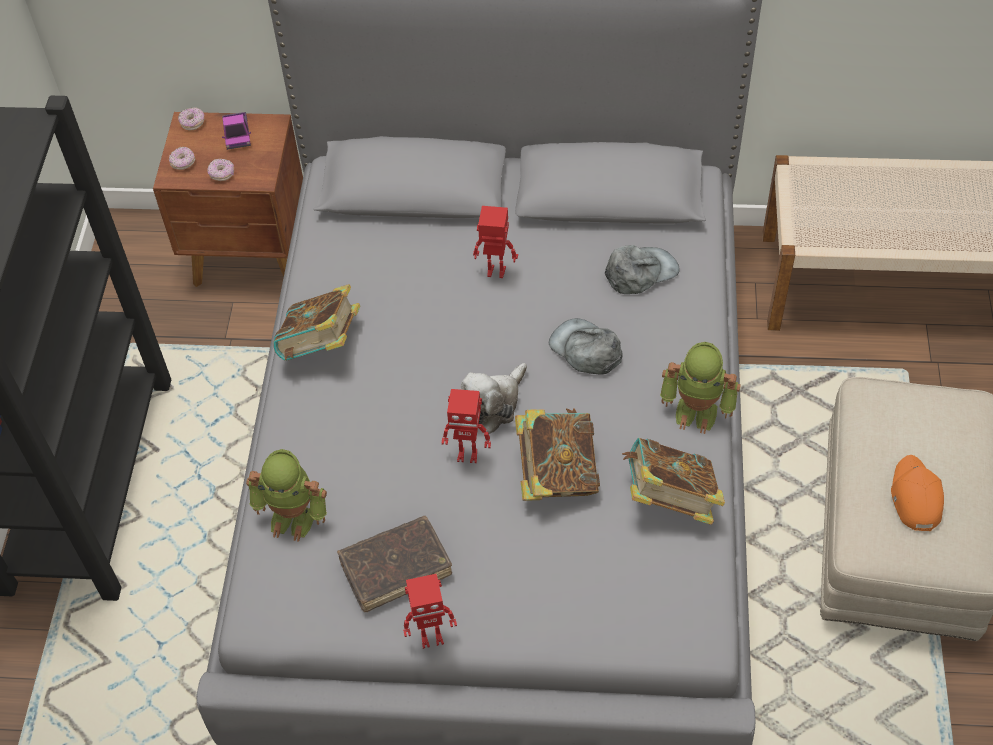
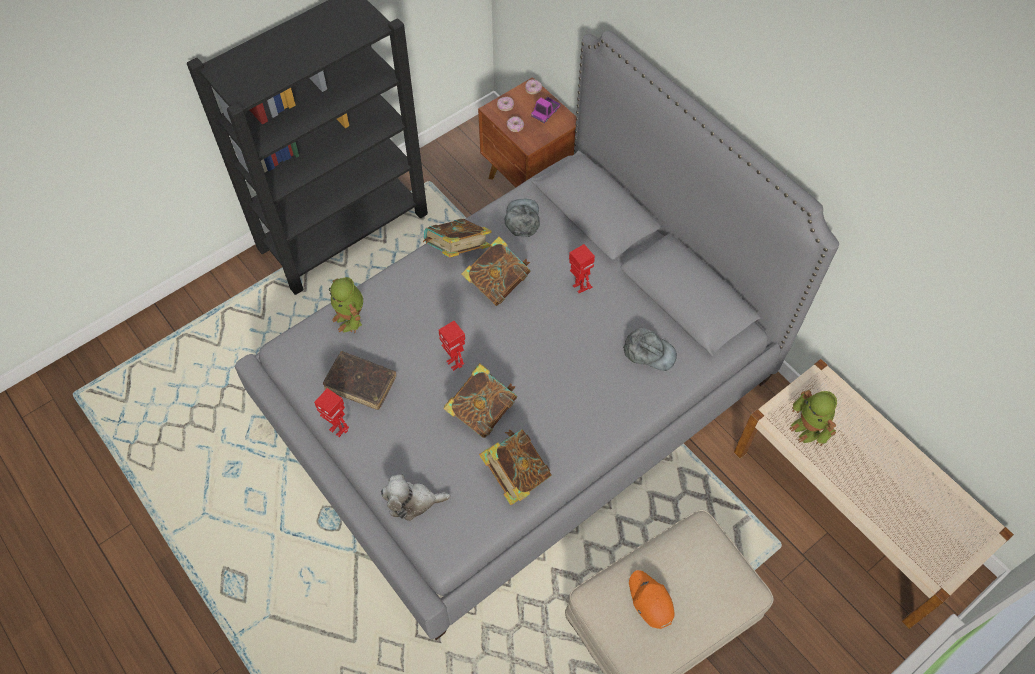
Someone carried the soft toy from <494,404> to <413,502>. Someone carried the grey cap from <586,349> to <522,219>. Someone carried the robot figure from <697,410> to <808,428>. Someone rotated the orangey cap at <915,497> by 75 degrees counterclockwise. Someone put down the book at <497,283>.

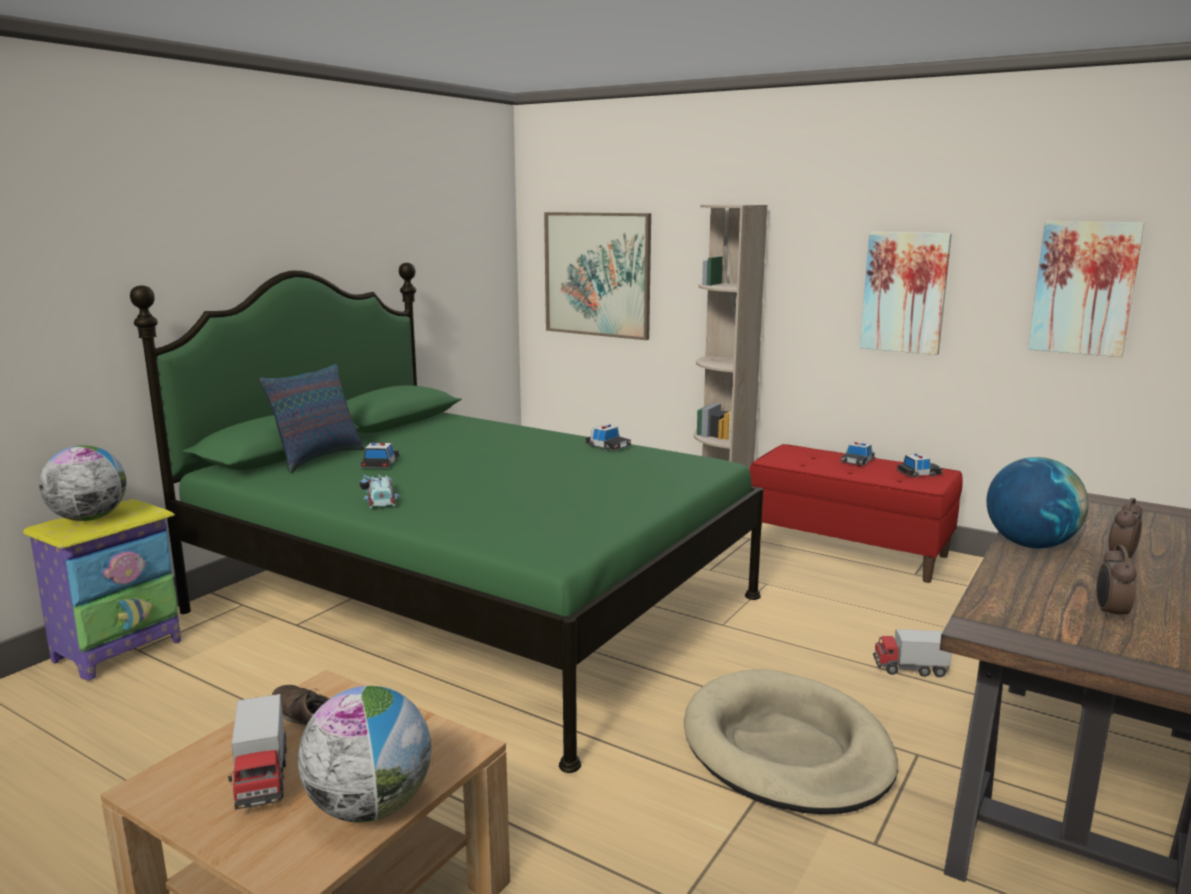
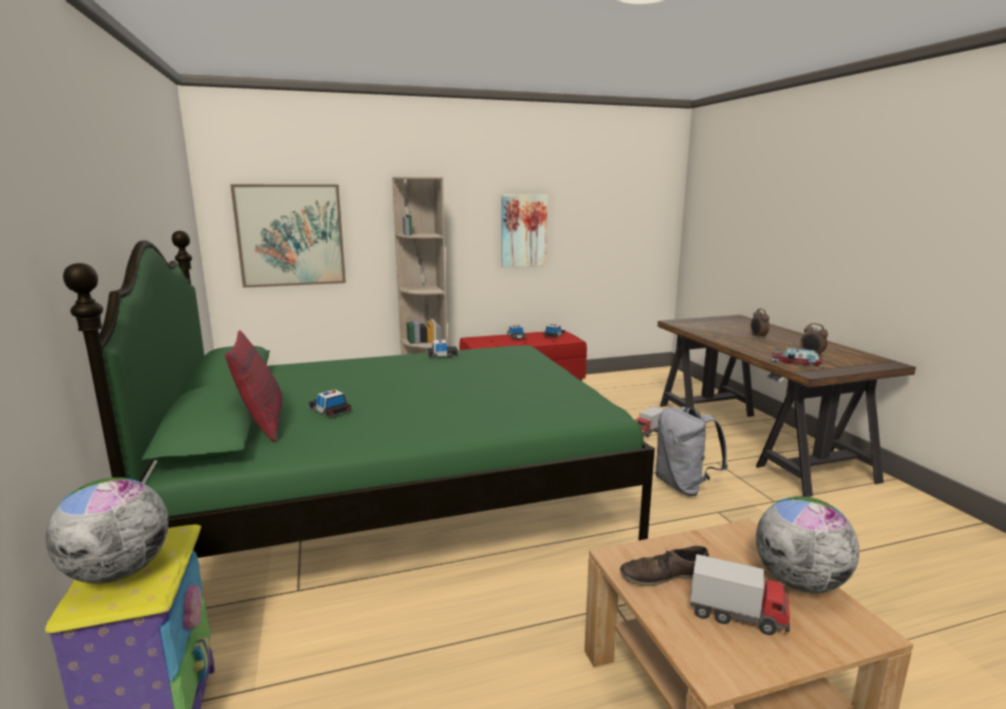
Someone repainted the blue-coloured throw pillow at <318,459>, which became the red throw pillow at <263,425>. Someone carried the model car from <379,498> to <796,363>. Someone swapped the beige pet bed at <786,748> for the grey knapsack at <684,486>. Someone took away the desk globe at <1029,544>. Someone took away the wall art at <1084,288>.

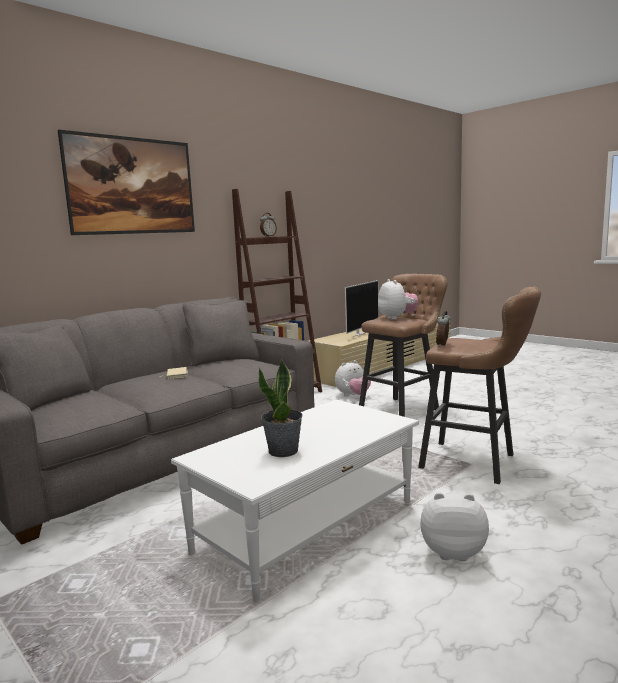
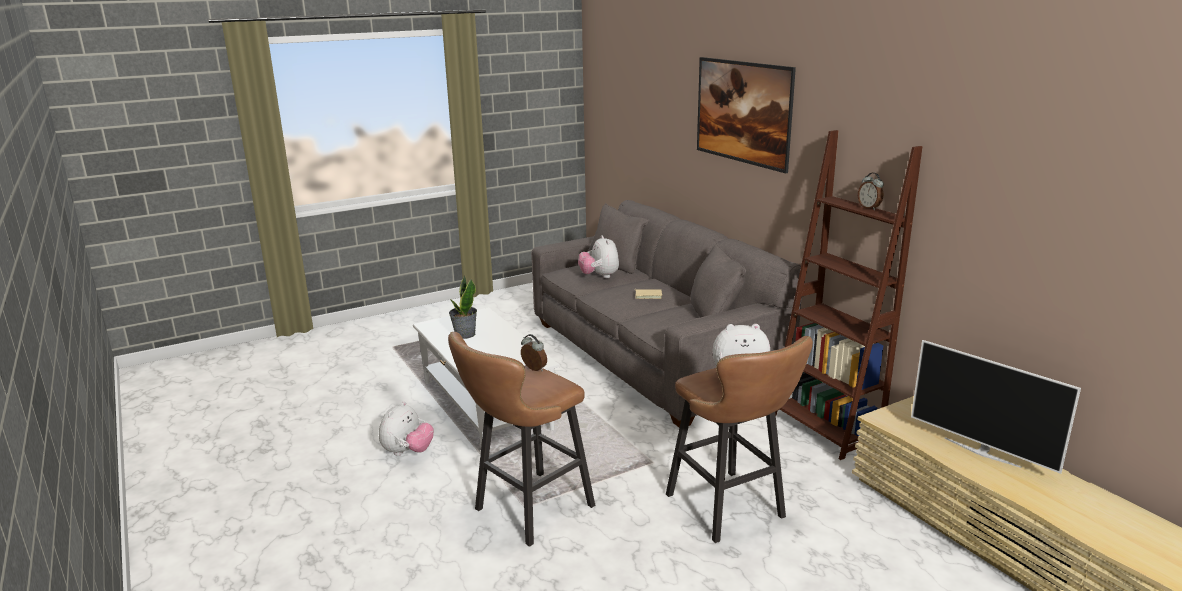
Someone carried the soft toy from <353,395> to <599,276>.

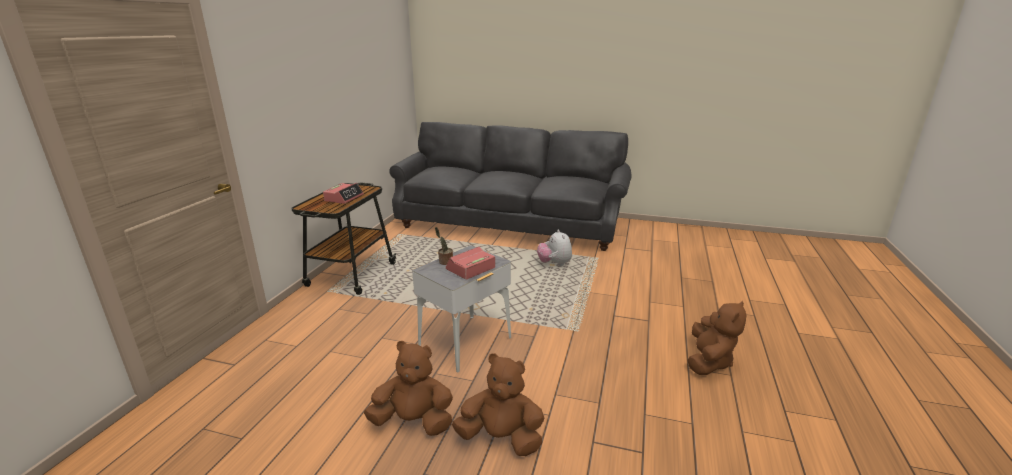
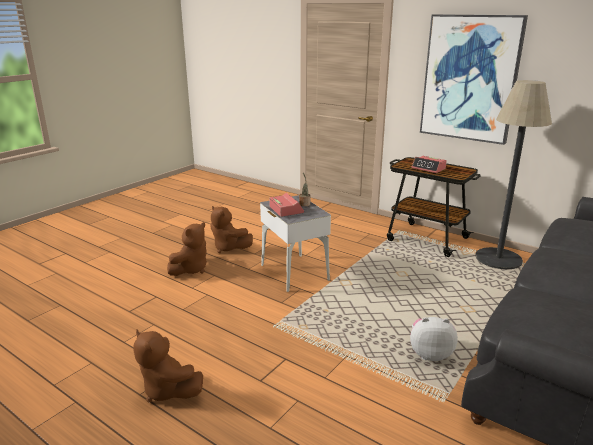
Someone rotated the brownish soft toy at <414,422> by 105 degrees clockwise. Someone put up the wall art at <470,78>. Someone put down the floor lamp at <498,259>.

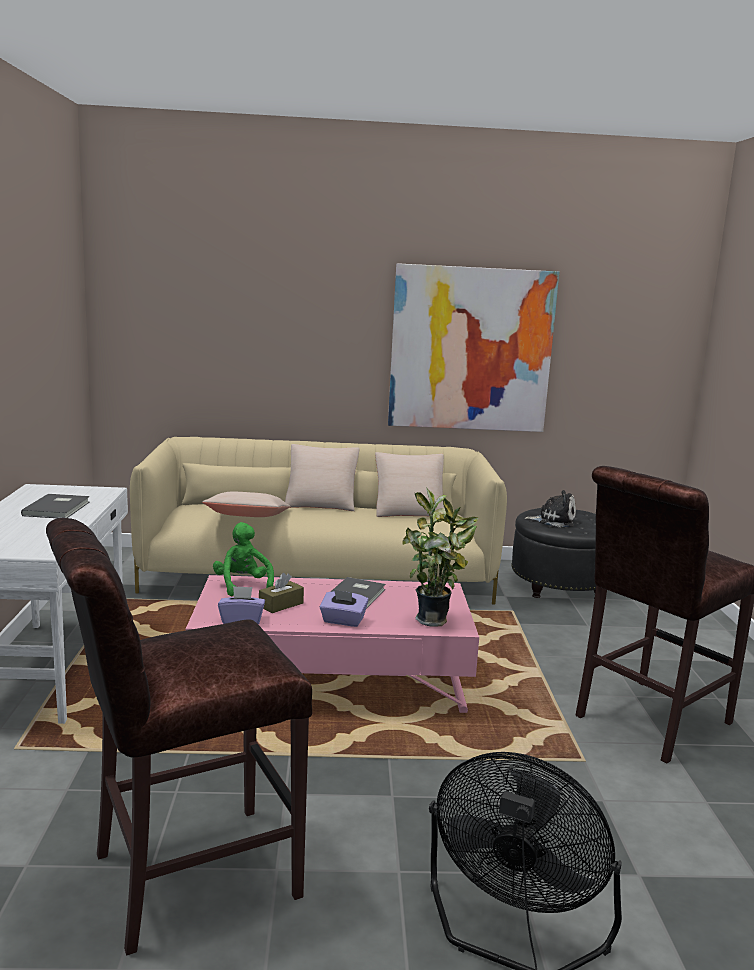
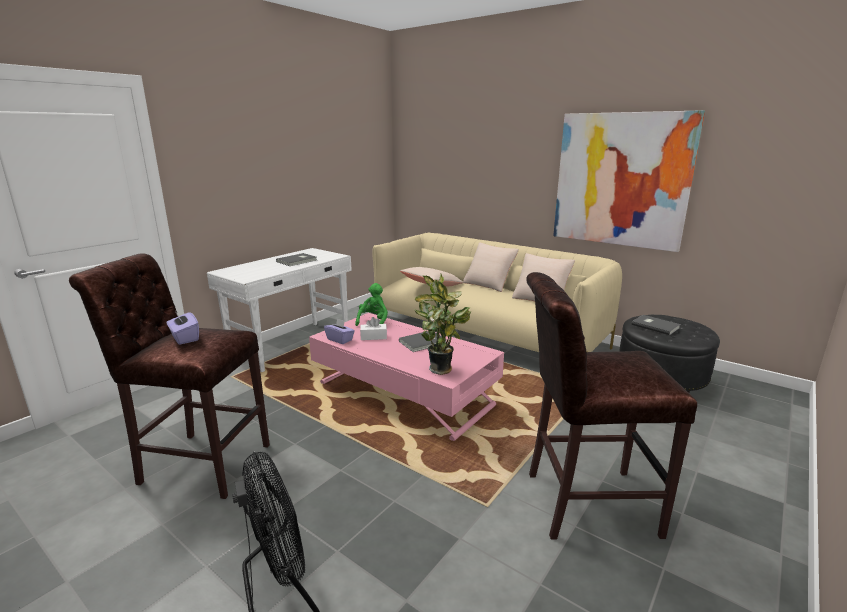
Someone repainted the brownish tissue box at <281,605>, which became the white-coloured tissue box at <373,337>. Someone carried the purple-coloured tissue box from <343,621> to <184,338>. Someone swapped the soft toy at <553,520> for the grey book at <655,326>.

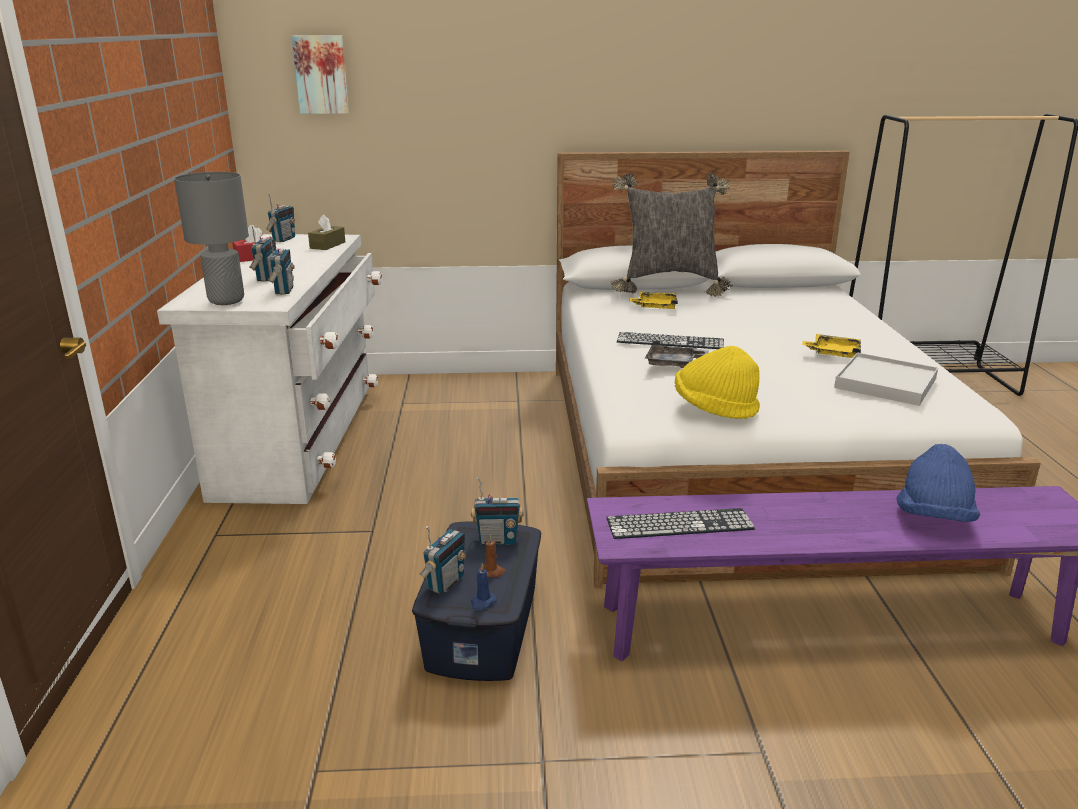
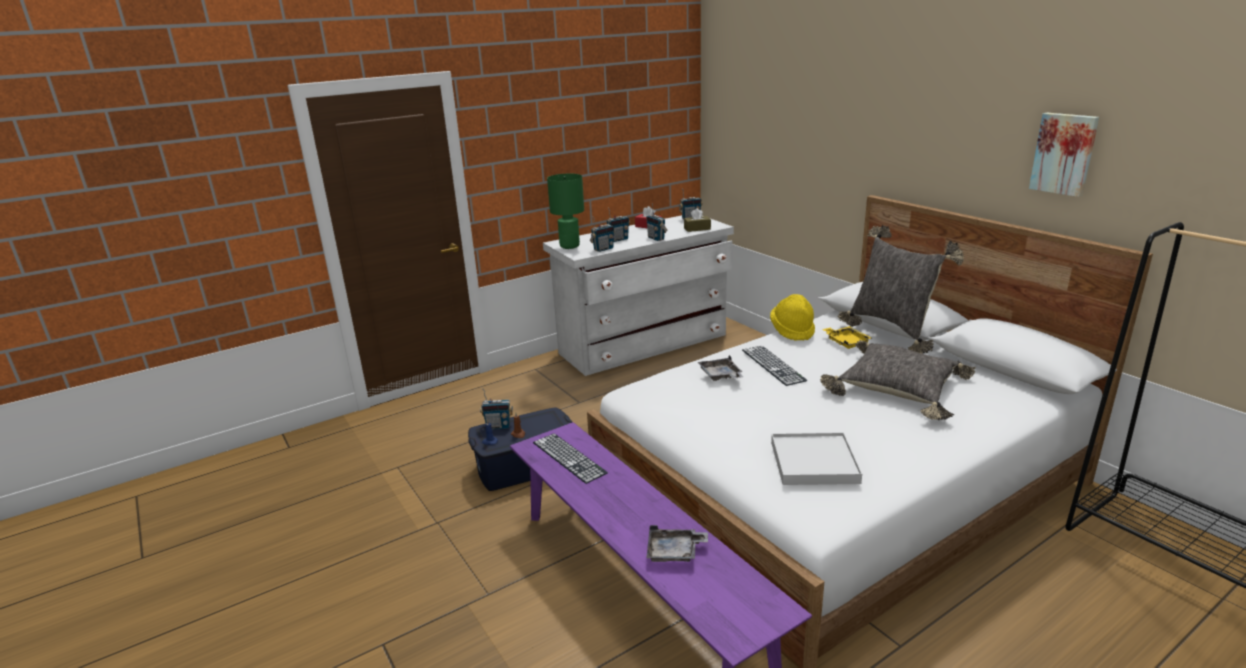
Someone repainted the grey lamp for a table at <226,302>, which became the green-coloured lamp for a table at <570,247>. Someone carried the wall art from <321,75> to <1064,153>. Someone carried the radio set from <497,540> to <656,238>. Someone carried the yellow-coloured clothing hat from <714,408> to <792,331>. Someone took away the yellow-coloured carrying tray at <833,353>. Someone swapped the blue-coloured clothing hat at <933,517> for the grey carrying tray at <674,552>. Someone put down the throw pillow at <898,386>.

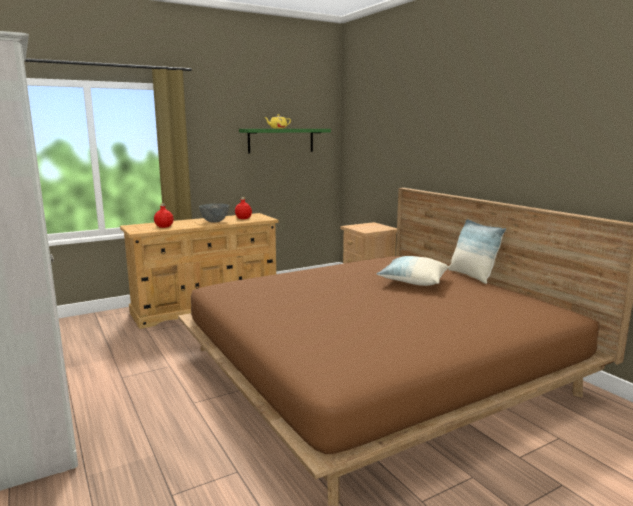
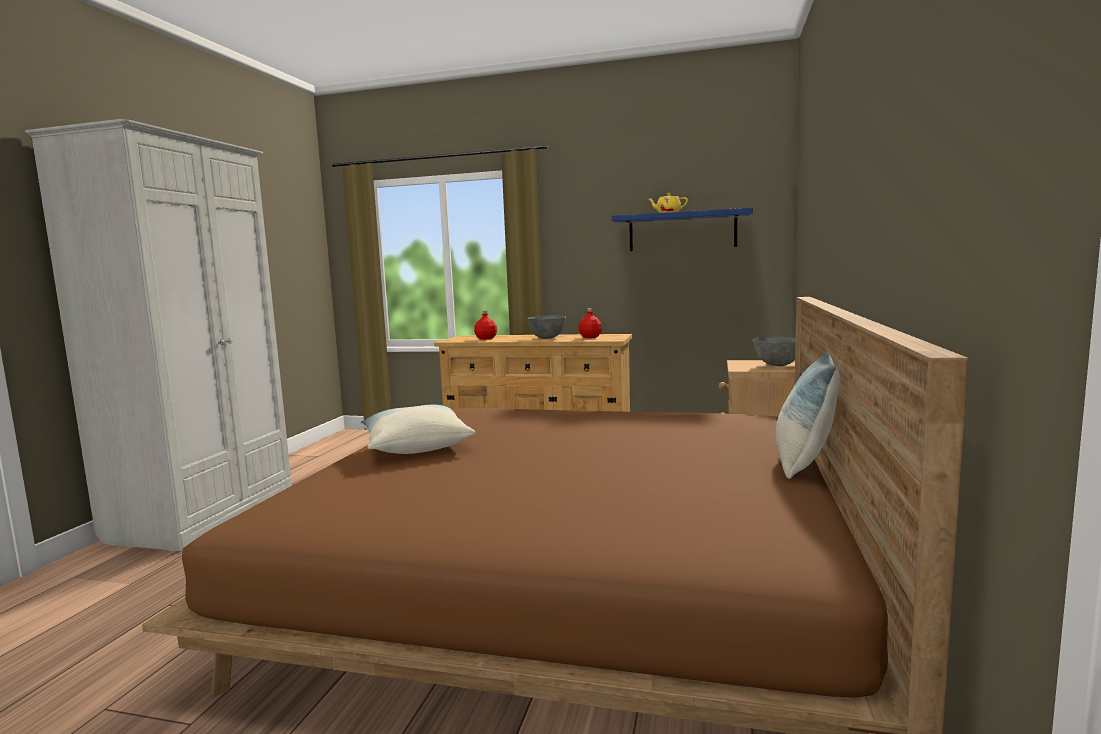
Someone repainted the green-coloured bracket shelf at <281,140>, which became the blue-coloured bracket shelf at <682,231>. Someone carried the throw pillow from <413,281> to <415,446>. Someone put down the grey bowl at <777,365>.

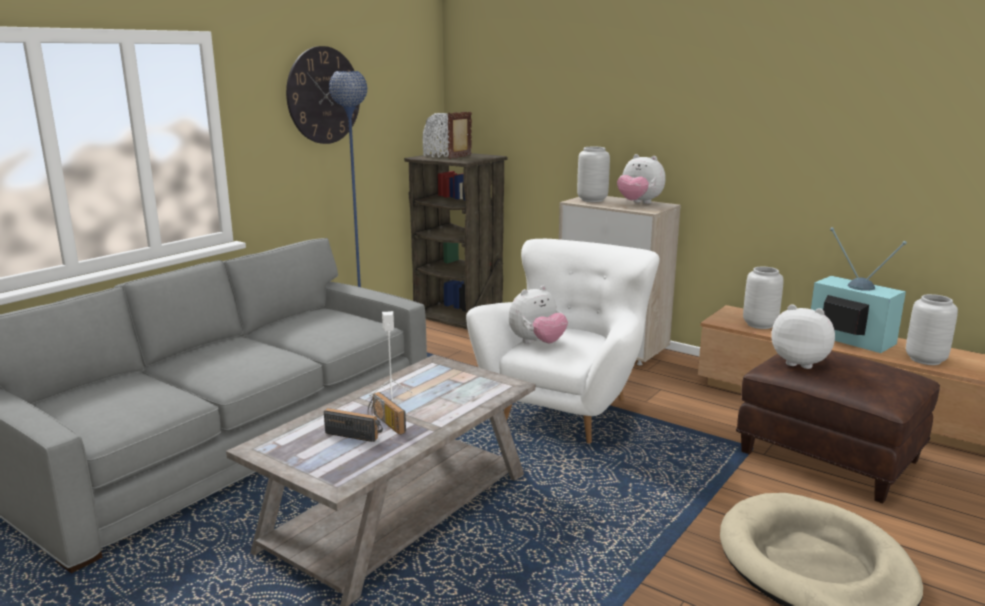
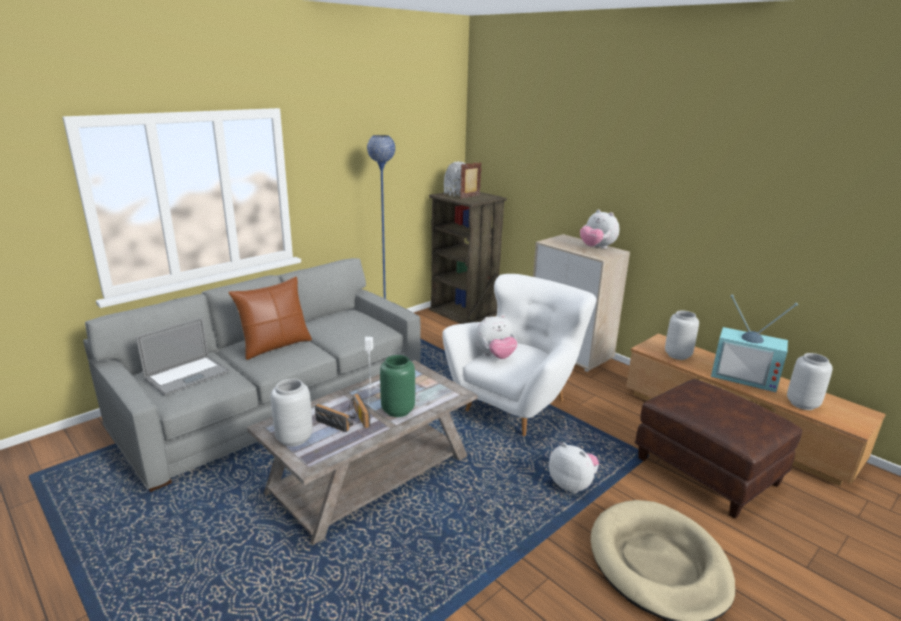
Someone took away the hanging clock at <323,95>. Someone carried the grey flower vase from <592,200> to <293,439>. Someone carried the soft toy from <800,362> to <572,484>. Someone rotated the TV at <848,339> by 150 degrees clockwise. Someone put down the portable computer at <187,375>. Someone put down the brownish throw pillow at <275,346>. Someone put down the green-coloured flower vase at <398,410>.

